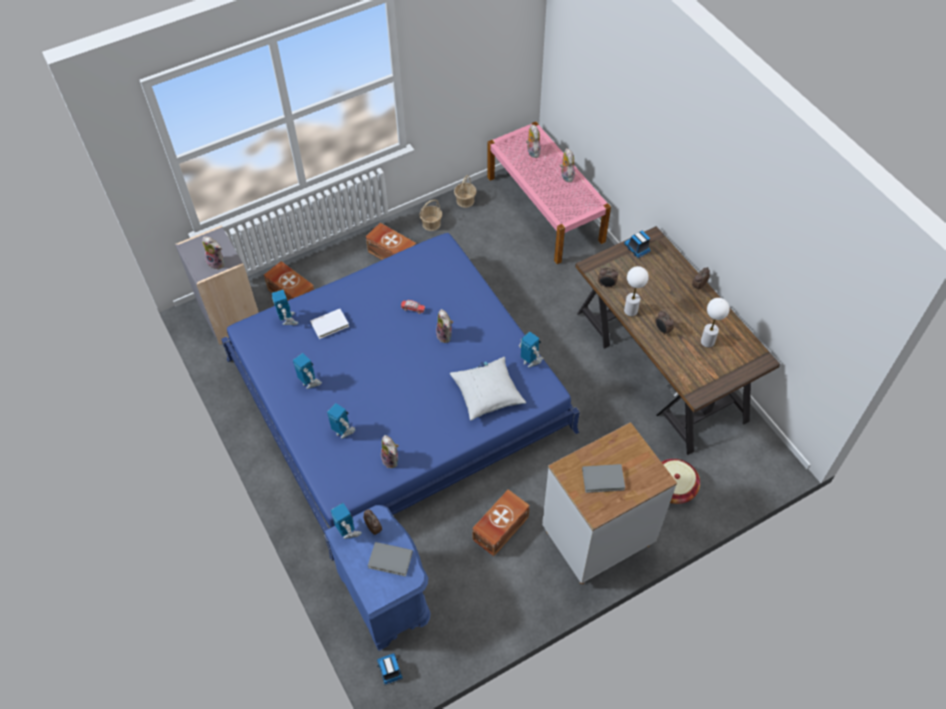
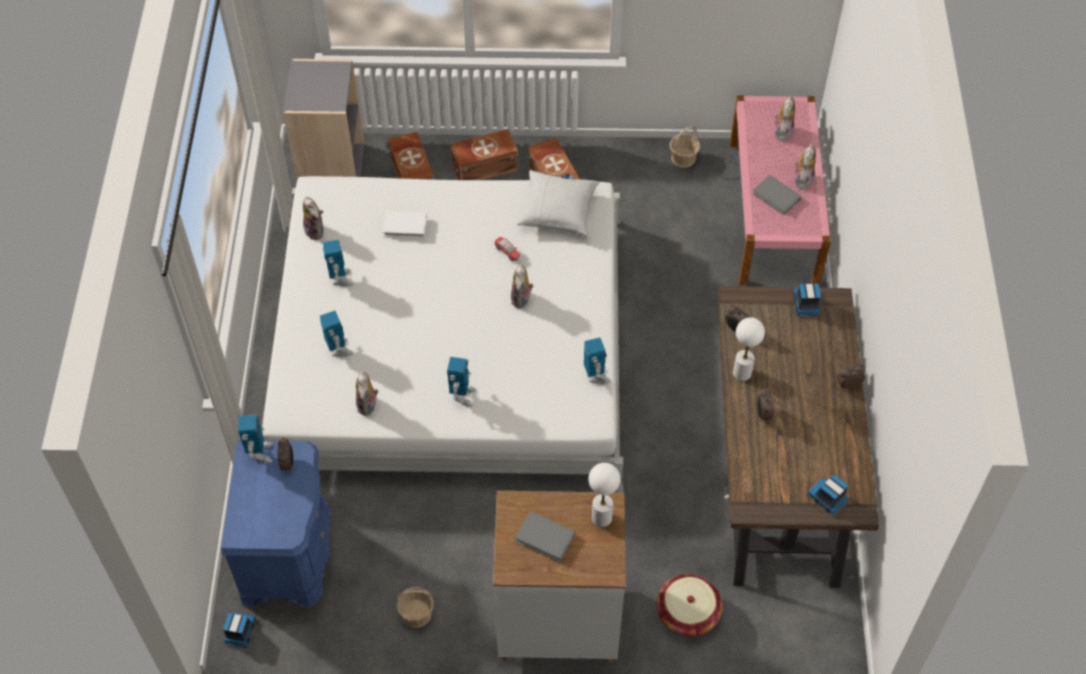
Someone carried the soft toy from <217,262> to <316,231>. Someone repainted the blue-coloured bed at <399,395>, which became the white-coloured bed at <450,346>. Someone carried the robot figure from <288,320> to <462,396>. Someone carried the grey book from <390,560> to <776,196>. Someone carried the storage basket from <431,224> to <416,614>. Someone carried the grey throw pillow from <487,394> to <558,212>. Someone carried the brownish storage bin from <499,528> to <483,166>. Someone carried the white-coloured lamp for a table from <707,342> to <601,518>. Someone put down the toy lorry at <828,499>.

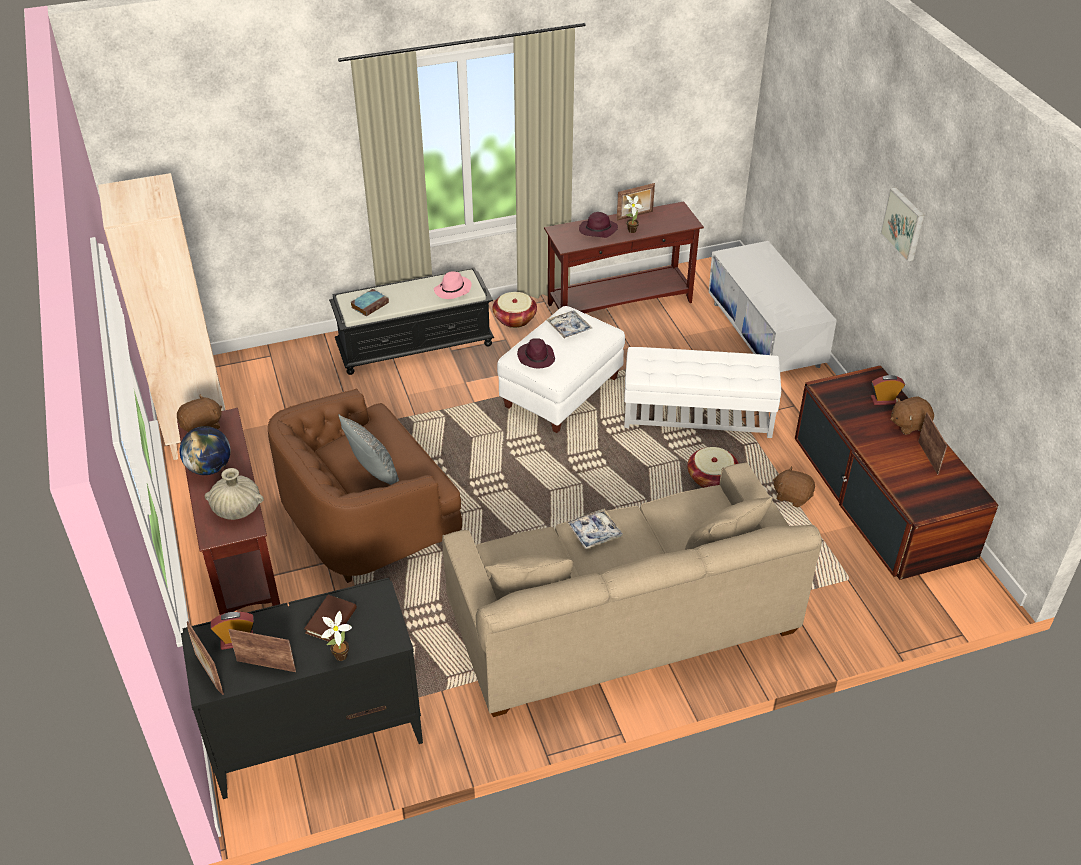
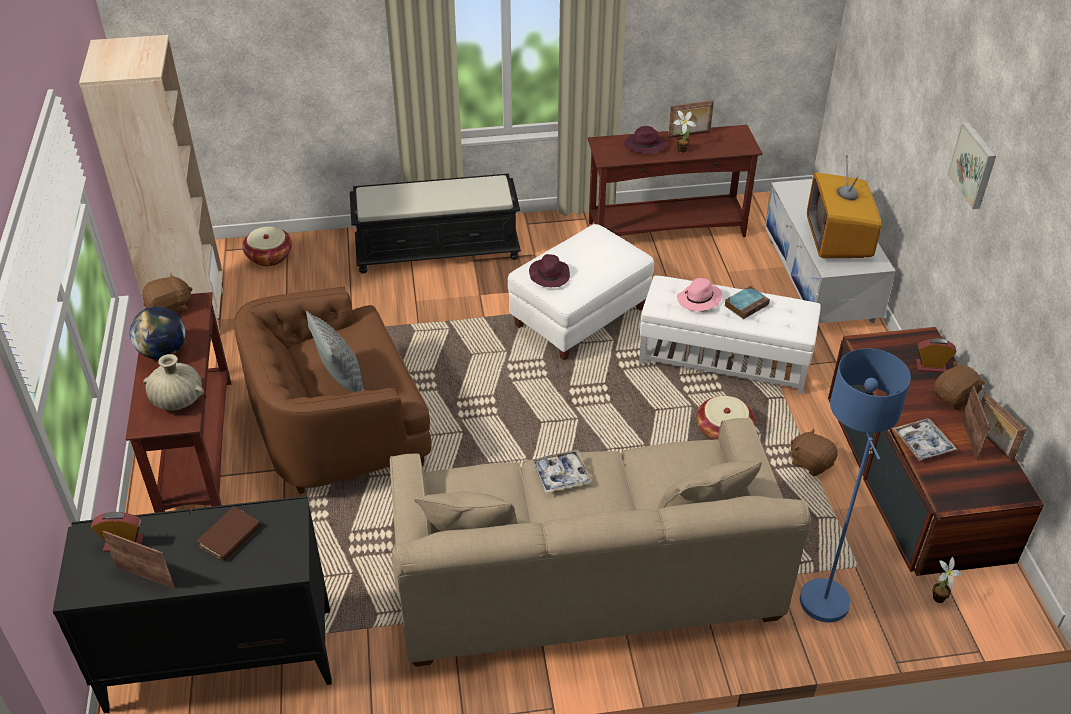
Someone carried the picture frame from <208,674> to <991,443>. Someone carried the houseplant from <339,657> to <936,599>. Someone carried the book from <370,304> to <746,304>. Someone carried the pinkish clothing hat from <452,290> to <699,300>. Someone carried the storage basket from <514,319> to <269,256>. Someone carried the carrying tray from <569,328> to <922,443>. Someone rotated the brownish soft toy at <909,424> by 150 degrees clockwise. Someone put down the blue-coloured floor lamp at <819,589>. Someone put down the TV at <837,240>.

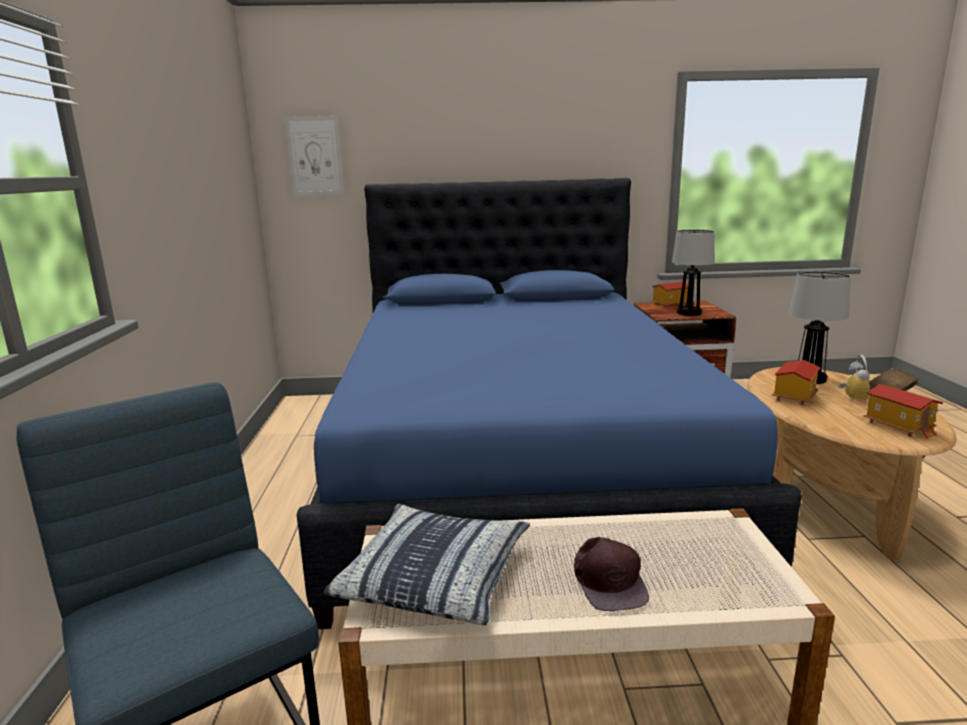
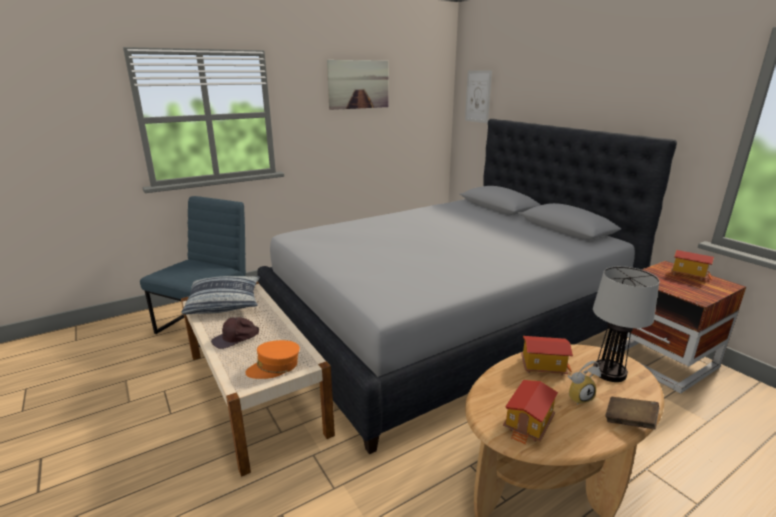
Someone repainted the blue-coloured bed at <518,466>, which became the grey bed at <446,324>. Someone took away the lamp for a table at <689,313>. Someone put down the orangey cap at <274,367>. Someone put up the wall art at <358,84>.

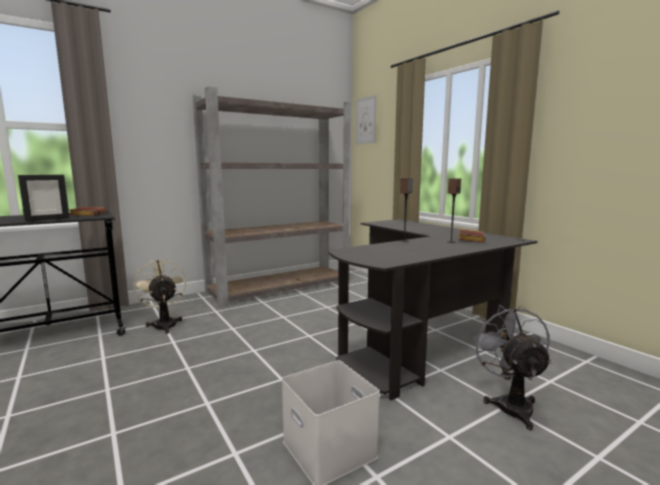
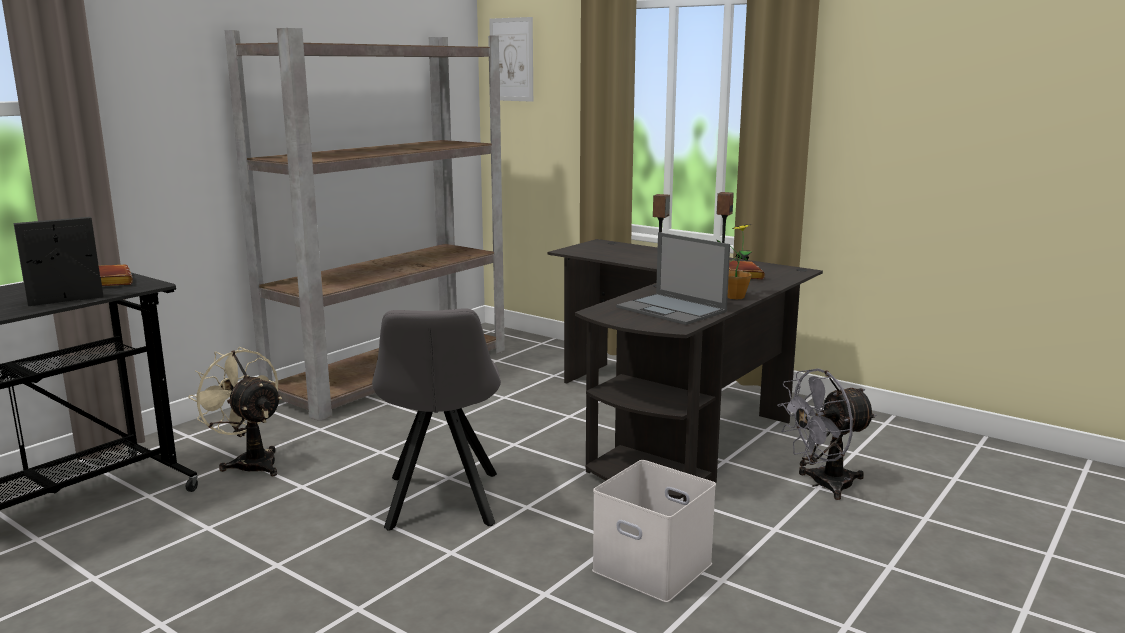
Someone rotated the picture frame at <47,219> by 150 degrees counterclockwise. Someone rotated the grey cooling fan at <510,404> by 90 degrees counterclockwise. Someone put down the grey plain chair at <442,501>. Someone put down the portable computer at <672,310>. Someone put down the houseplant at <735,297>.

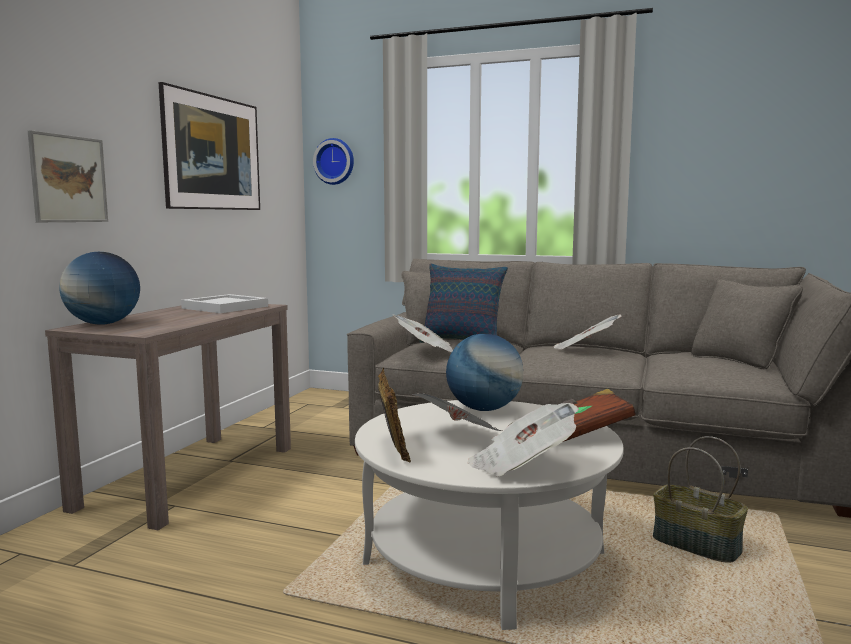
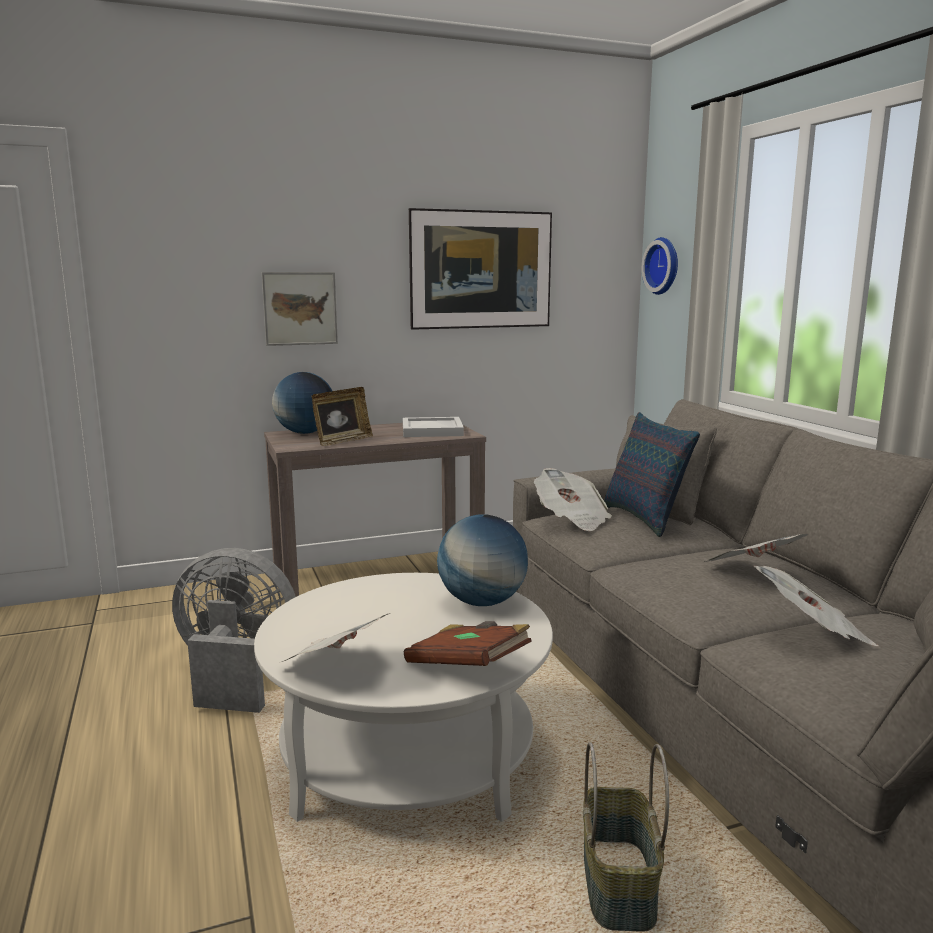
Someone carried the picture frame from <393,449> to <342,441>. Someone carried the printed paper from <459,437> to <811,633>. Someone put down the grey cooling fan at <236,676>.

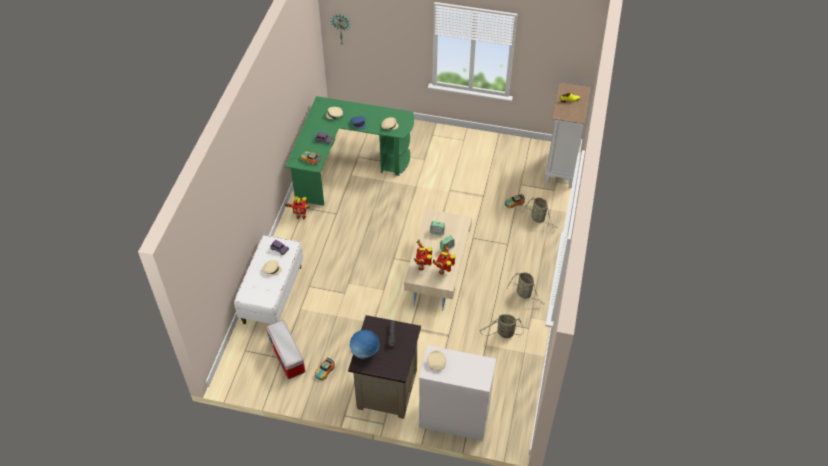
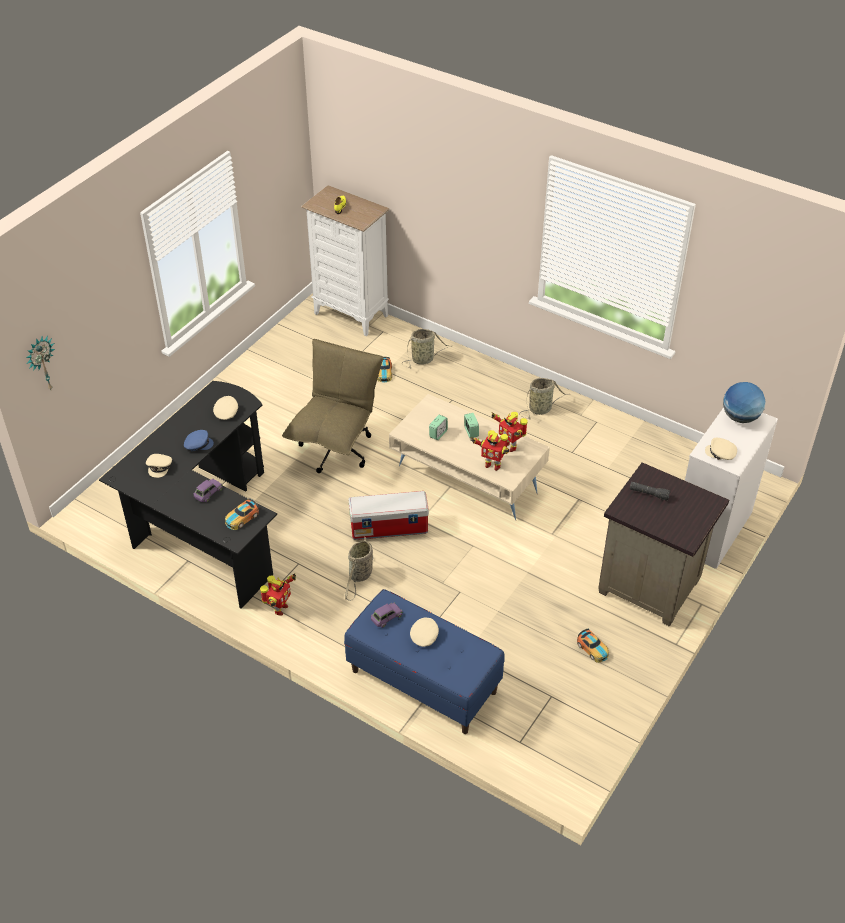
Someone repainted the white-coloured long seat at <272,294>, which became the blue-coloured long seat at <423,681>. Someone carried the storage bin from <287,356> to <390,527>. Someone repainted the green-coloured desk at <346,165>, which became the black desk at <205,527>. Someone carried the desk globe from <365,352> to <740,417>. Someone carried the storage basket from <504,333> to <360,576>. Someone put down the beige computer chair at <335,450>.

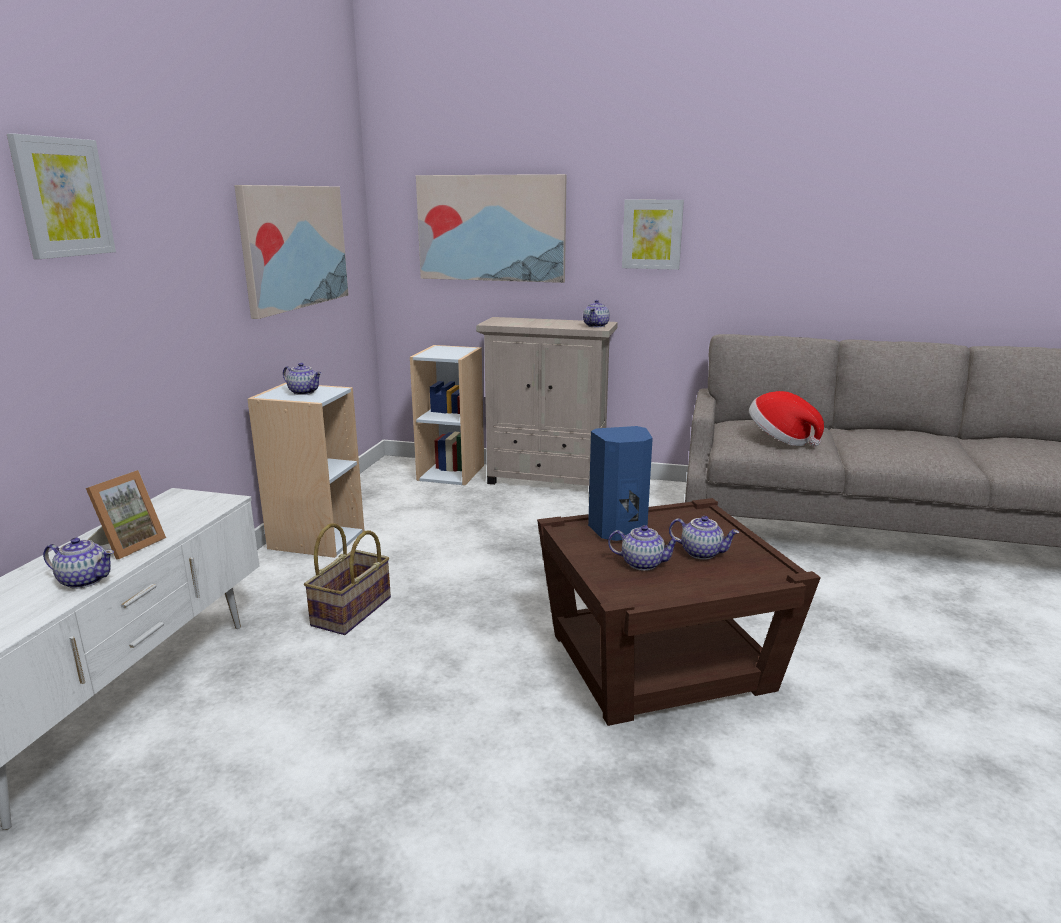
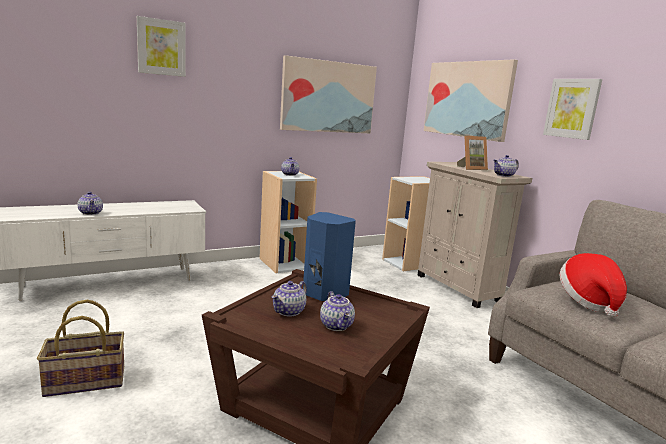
Someone carried the picture frame from <128,545> to <471,168>. Someone carried the storage basket from <352,612> to <85,382>. Someone rotated the pot for tea at <642,563> by 60 degrees clockwise.

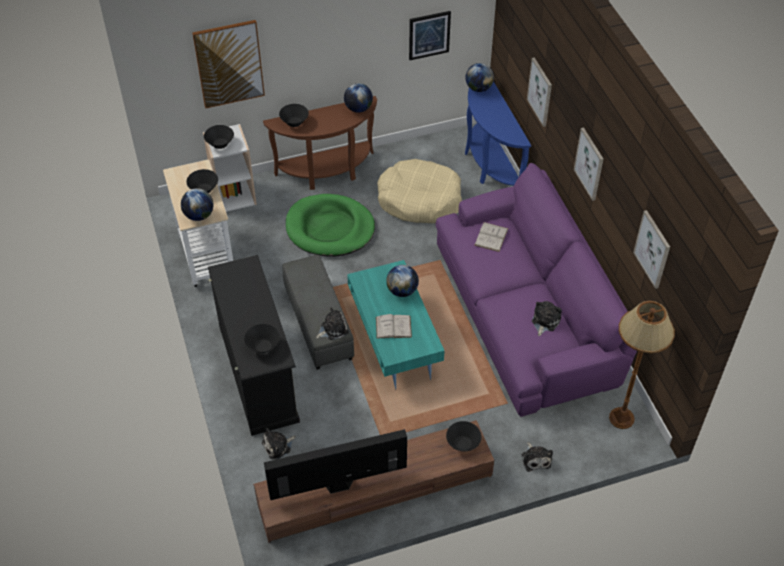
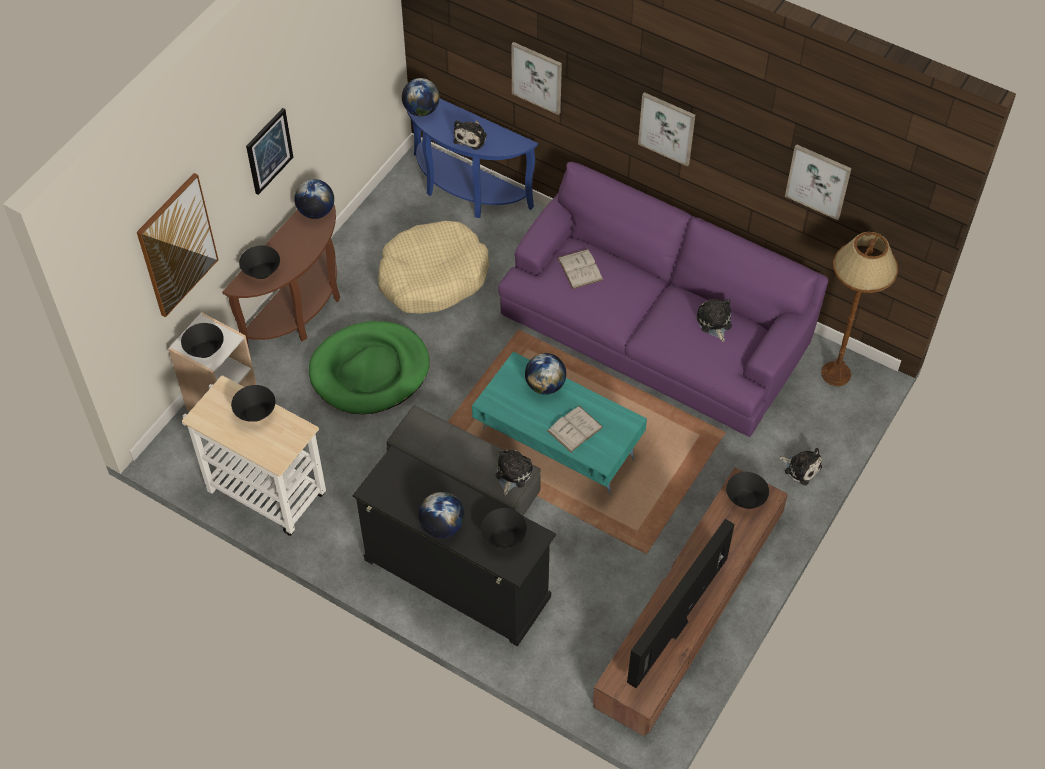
Someone carried the desk globe from <199,215> to <442,526>. Someone carried the soft toy from <278,446> to <471,137>. Someone carried the wall art from <429,35> to <269,151>.

